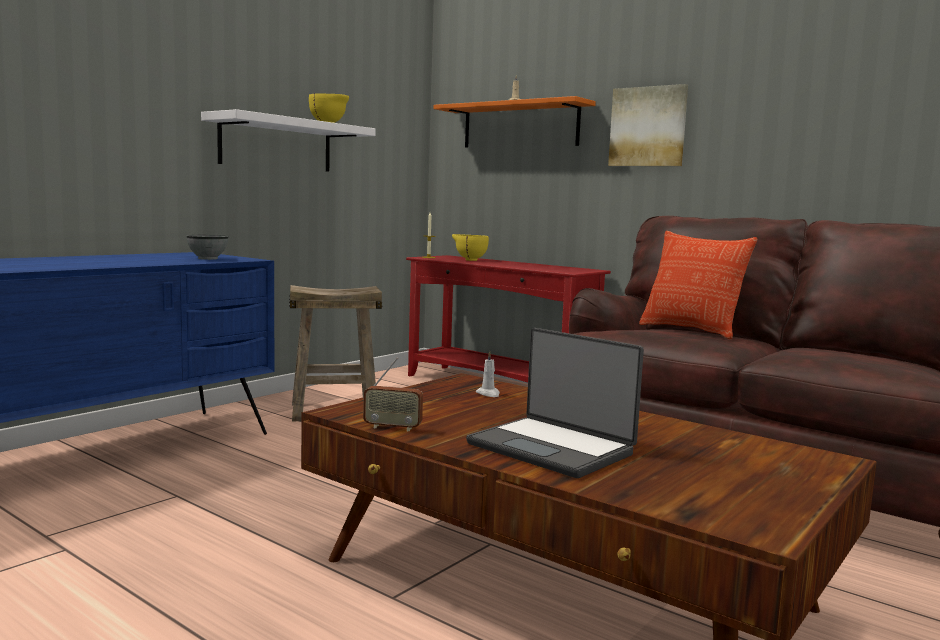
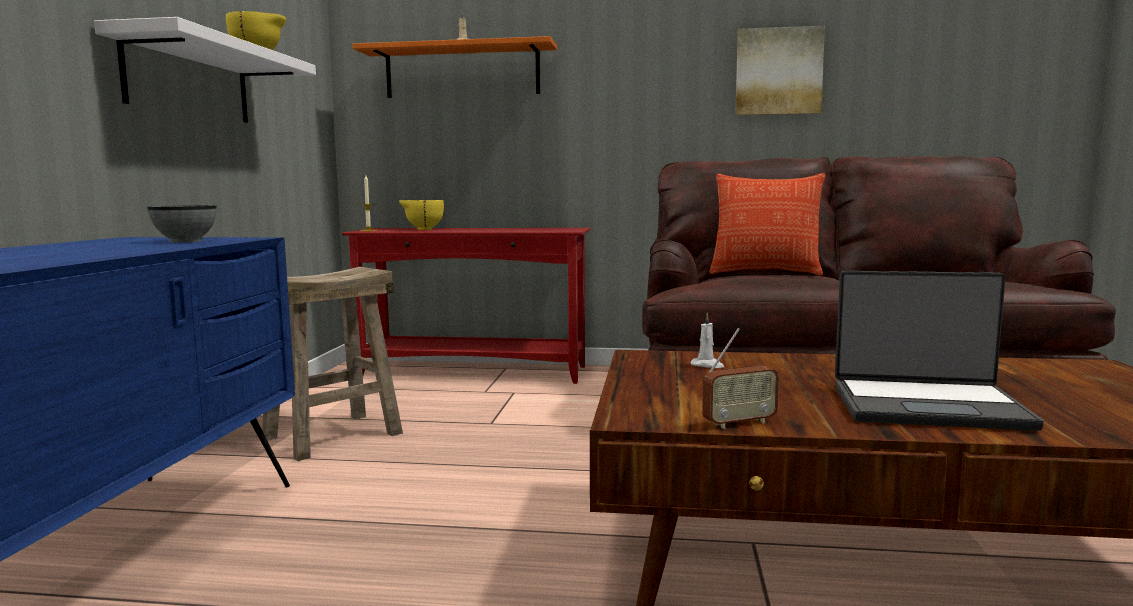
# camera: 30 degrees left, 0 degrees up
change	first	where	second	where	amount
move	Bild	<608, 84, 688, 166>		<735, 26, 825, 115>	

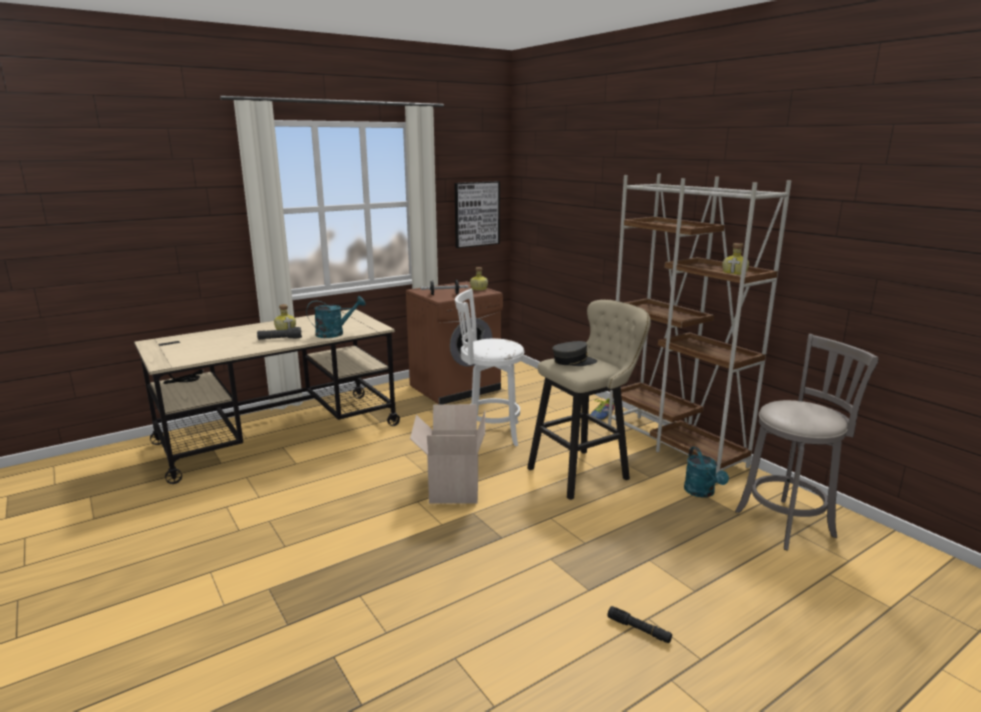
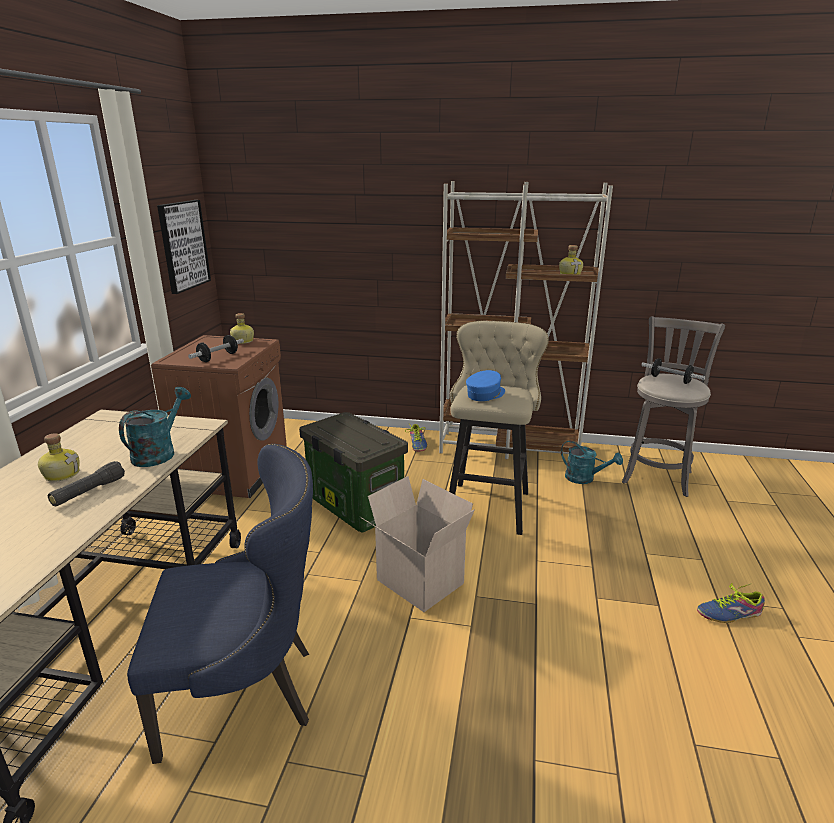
# camera: 45 degrees left, 5 degrees up
change	first	where	second	where	amount
replace	Hocker/weiß	<455, 289, 524, 446>	Aufbewahrungsbox	<299, 412, 408, 532>	
recolor	Kappe/grau	<552, 341, 597, 366>	Kappe/blau	<466, 370, 505, 401>	
replace	Taschenlampe/schwarz	<608, 606, 672, 643>	Schuh	<697, 583, 765, 623>	
insert			Stuhl/blau	<127, 444, 313, 764>	
insert			Hantel	<641, 358, 705, 384>	

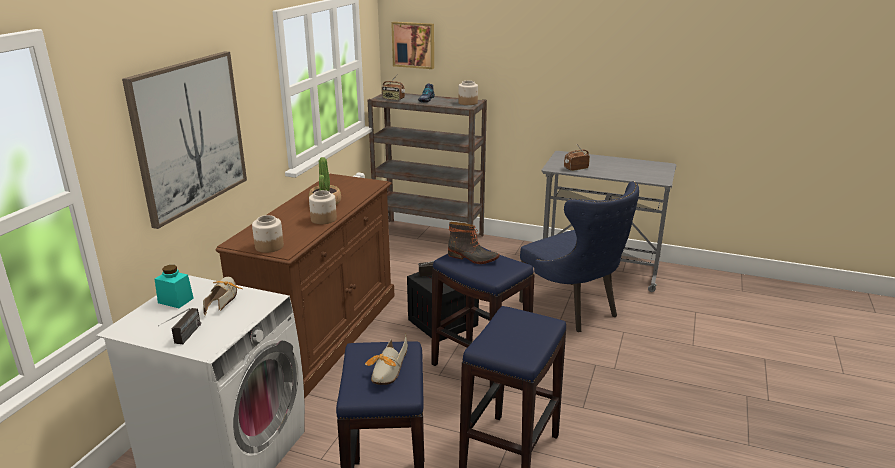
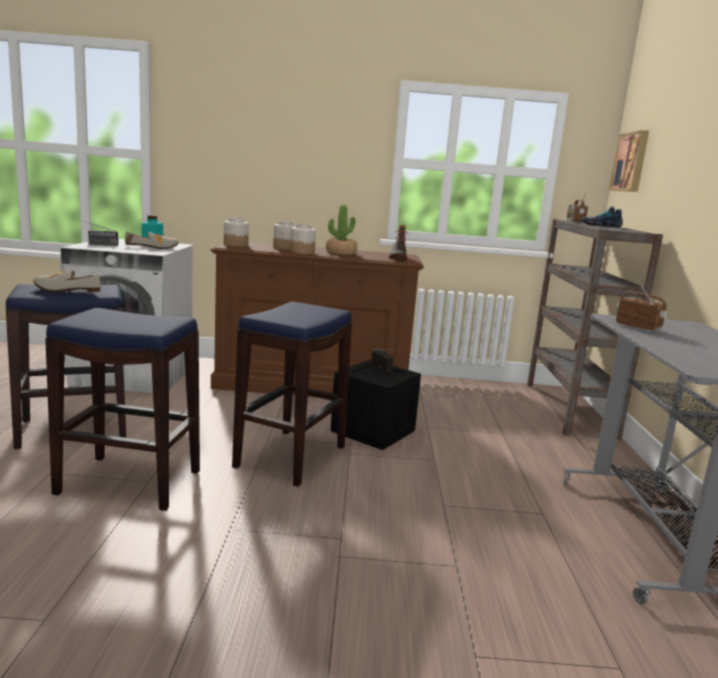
# camera: 70 degrees right, 10 degrees down
change	first	where	second	where	amount
delete	Bild	<122, 51, 247, 229>			
move	Stiefel	<448, 222, 499, 264>		<389, 225, 408, 260>	
move	Vorratsglas	<458, 81, 478, 105>		<273, 221, 296, 250>	
delete	Stuhl/blau	<519, 181, 639, 332>			

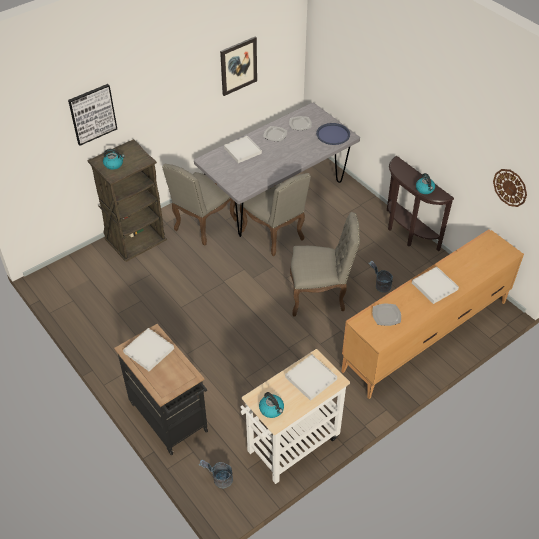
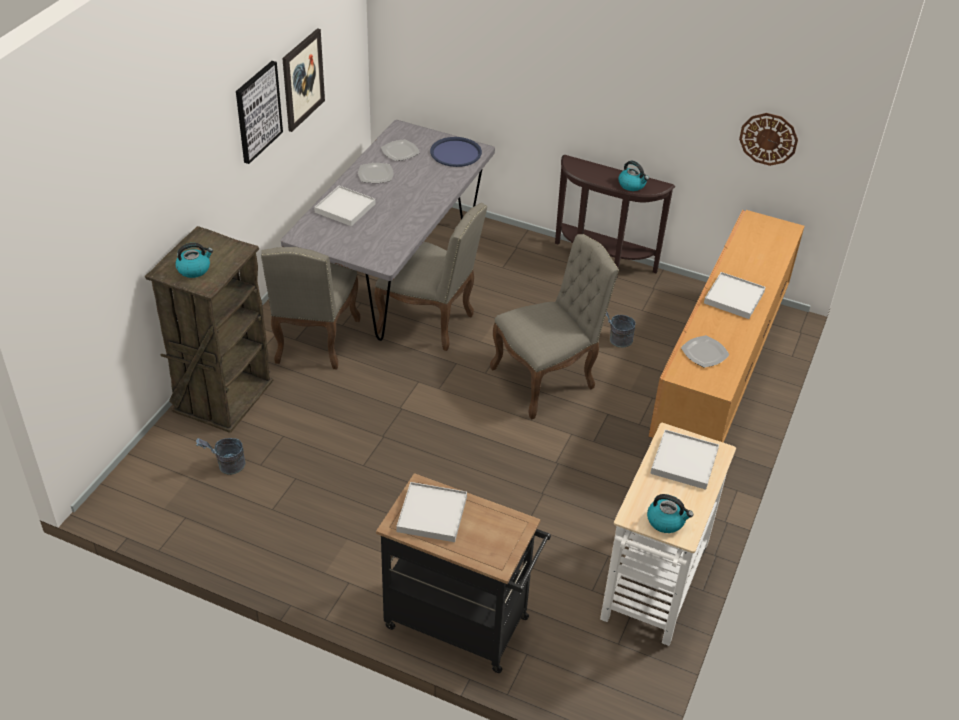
# camera: 30 degrees left, 5 degrees down
change	first	where	second	where	amount
move	Bild	<68, 84, 117, 146>		<236, 61, 283, 164>	
move	Eimer/grau	<199, 460, 233, 488>		<196, 438, 245, 475>	

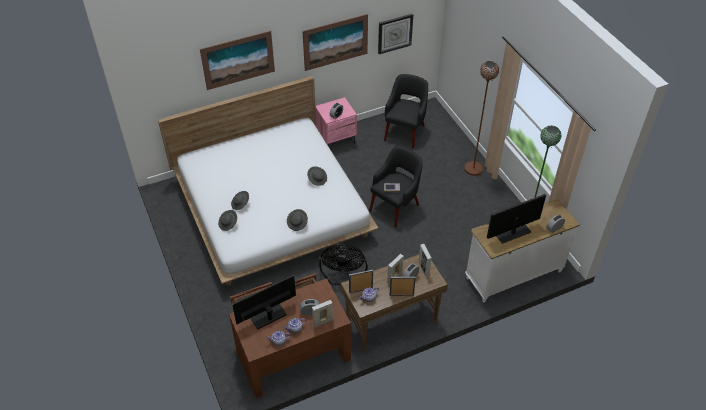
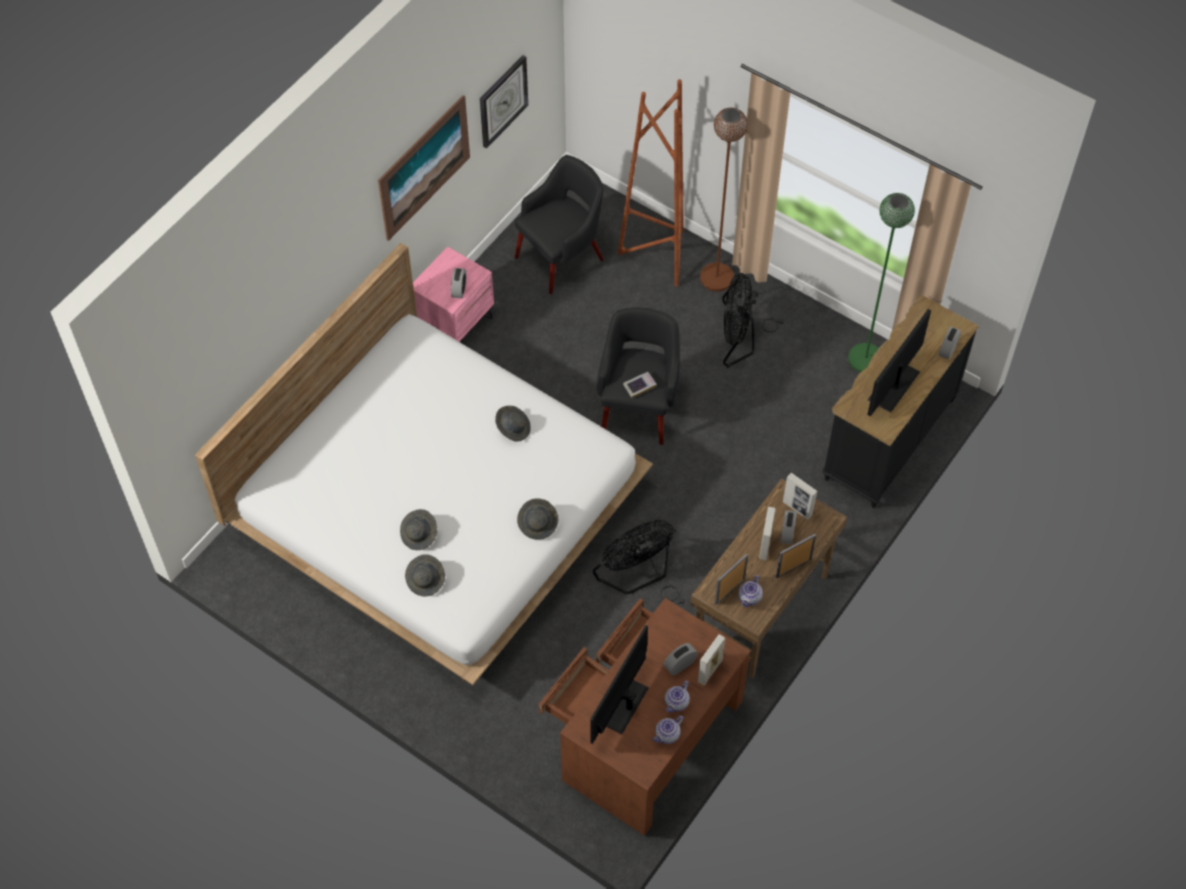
# camera: 30 degrees left, 10 degrees up
change	first	where	second	where	amount
delete	Bild	<200, 30, 275, 90>			
rotate	Sessel/schwarz	<384, 74, 428, 148>		<515, 155, 604, 294>	60 degrees clockwise
recolor	Kommode/weiß	<465, 199, 580, 303>	Kommode/schwarz	<822, 296, 979, 508>	
insert			Kleiderständer/braun	<618, 79, 684, 287>	
insert			Ventilator/schwarz	<722, 273, 785, 368>	

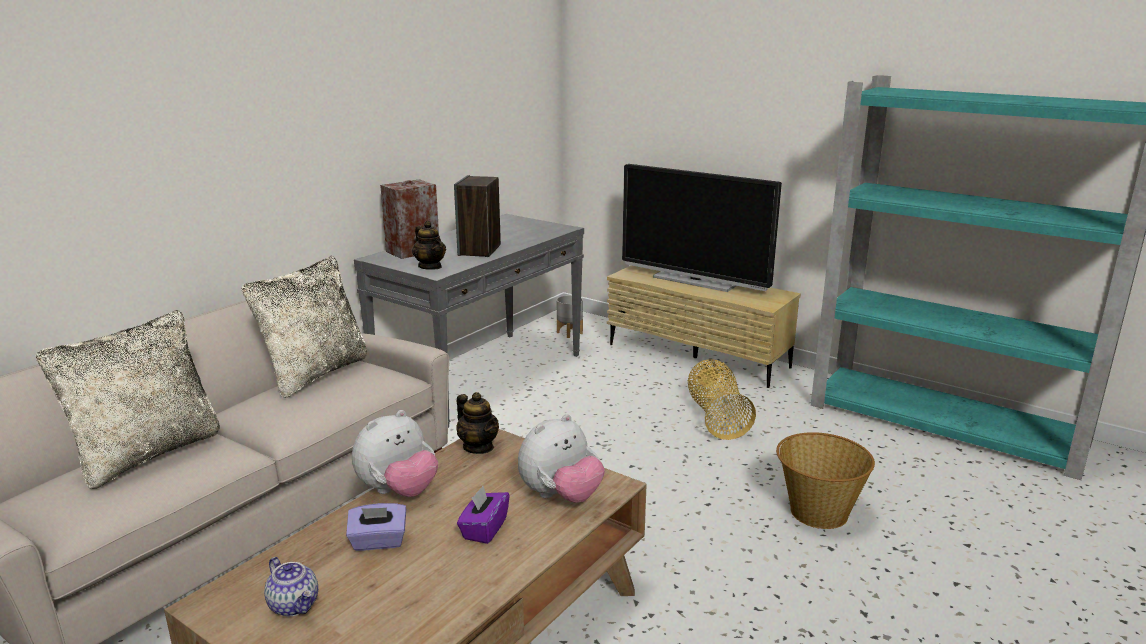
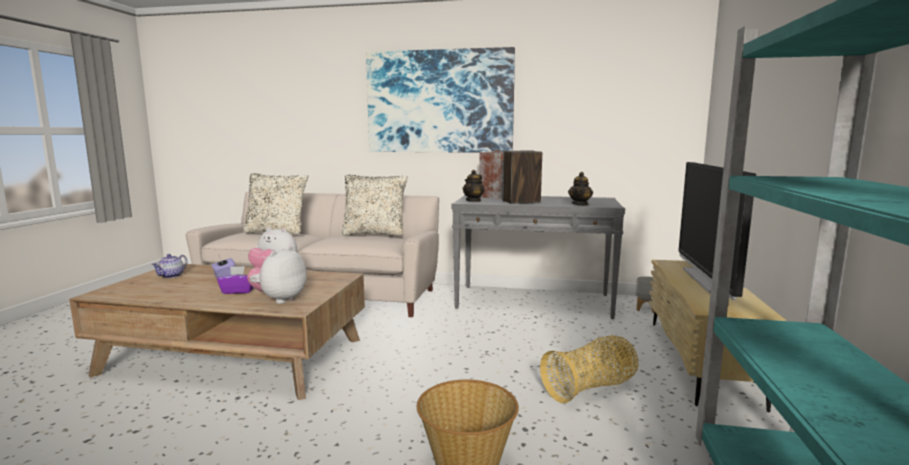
# camera: 65 degrees right, 10 degrees down
change	first	where	second	where	amount
move	Teekanne	<456, 392, 499, 454>		<568, 172, 593, 206>	
rotate	Plüschtier	<518, 414, 605, 503>		<247, 246, 307, 304>	90 degrees clockwise
insert			Bild	<366, 47, 515, 153>	

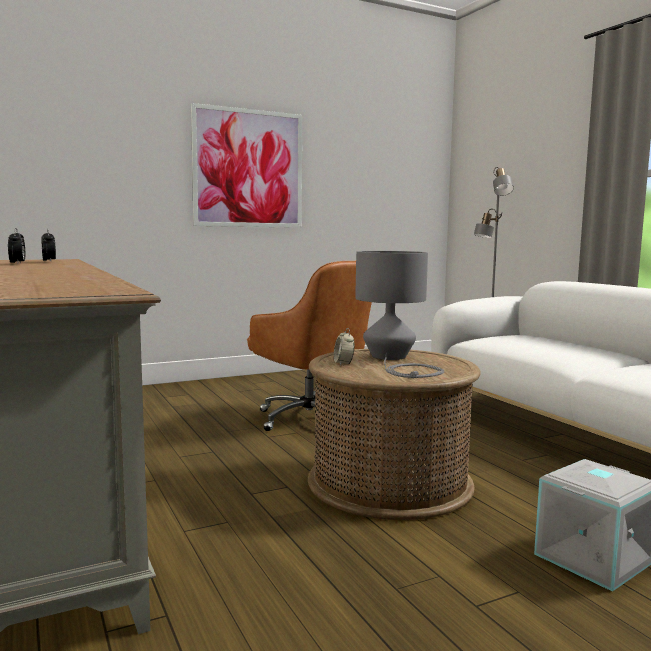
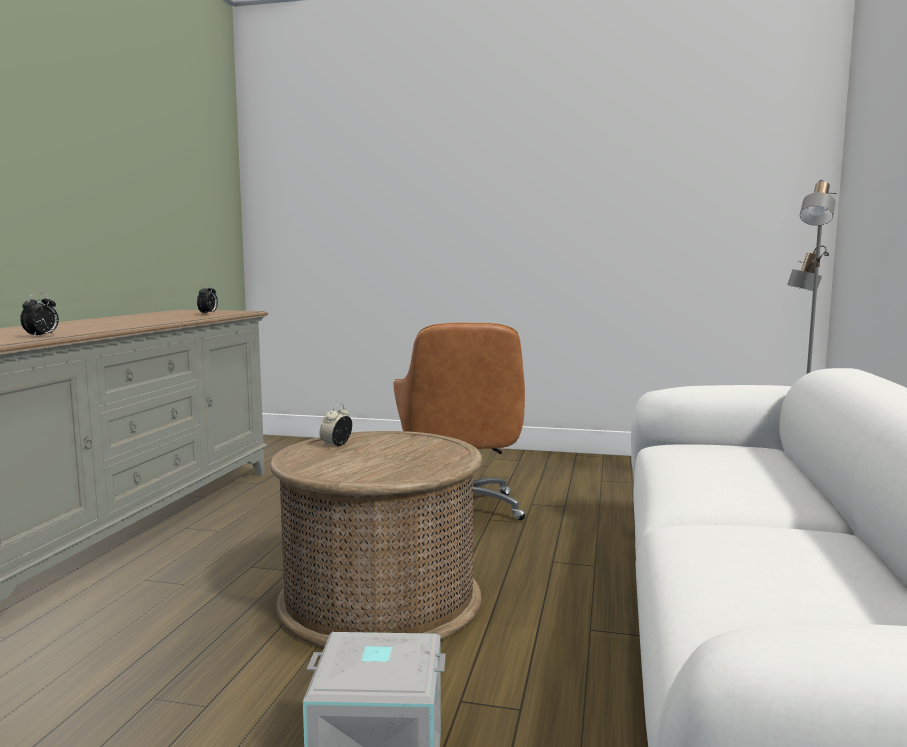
# camera: 40 degrees right, 0 degrees up
change	first	where	second	where	amount
move	Wecker	<8, 228, 25, 263>		<20, 292, 59, 338>	
delete	Bild	<191, 103, 302, 228>			
delete	Tischlampe/grau	<355, 251, 444, 378>			

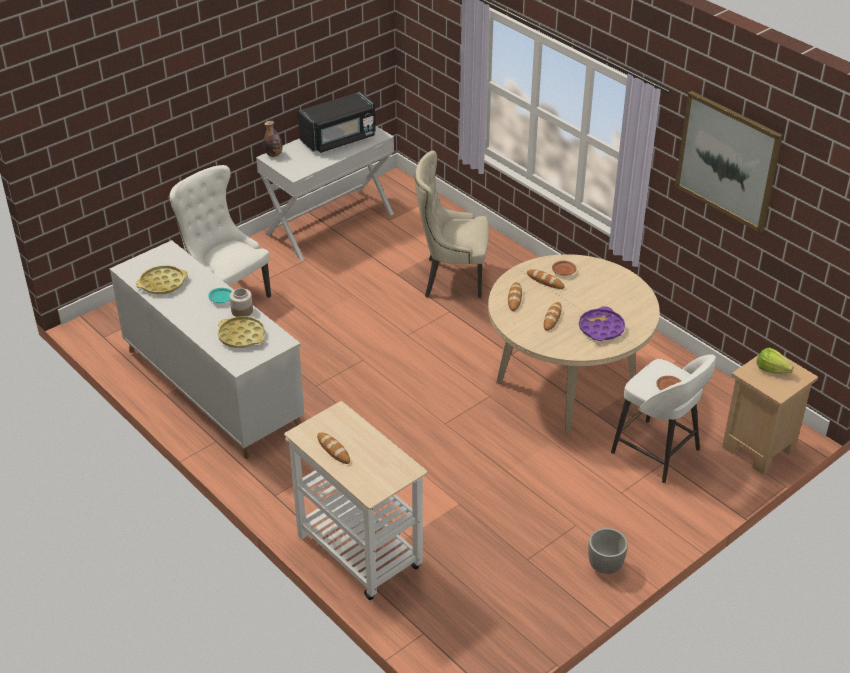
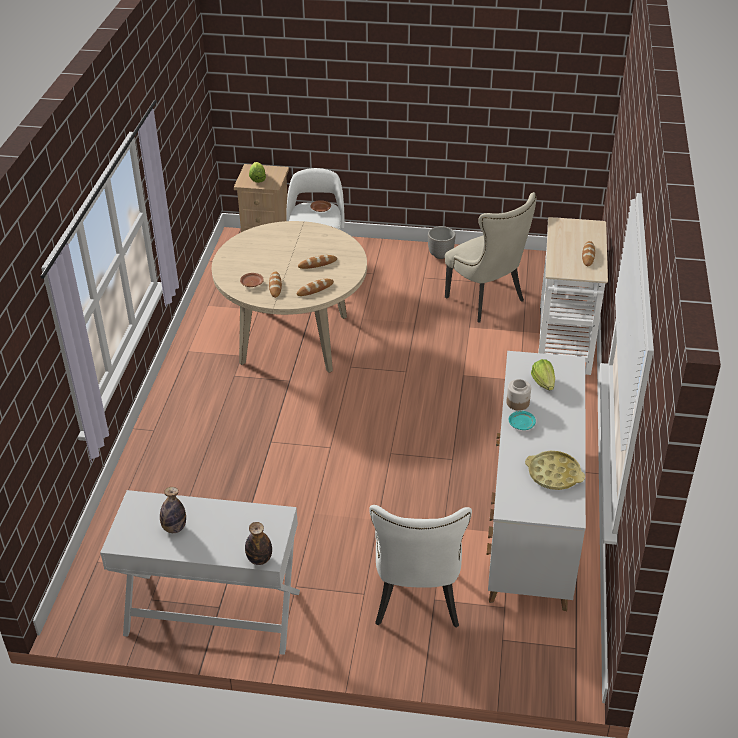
# camera: 130 degrees left, 0 degrees up
change	first	where	second	where	amount
replace	Tablett/gelb	<218, 316, 265, 348>	Salatkopf	<531, 359, 555, 390>	
replace	Mikrowelle/schwarz	<298, 91, 376, 153>	Flasche	<160, 487, 186, 533>	
move	Stuhl/beige	<415, 151, 489, 298>		<445, 192, 536, 323>	
delete	Tablett/lila	<579, 306, 625, 341>			
delete	Bild	<675, 91, 783, 233>			

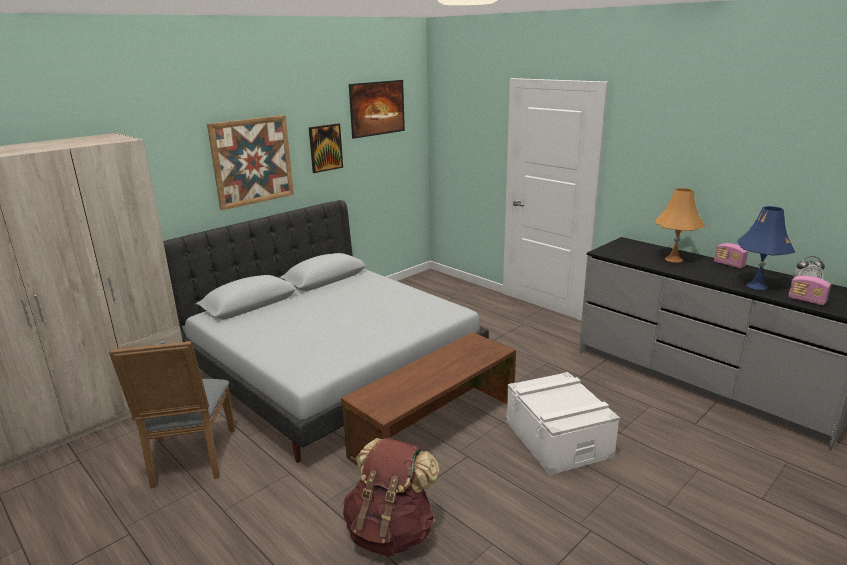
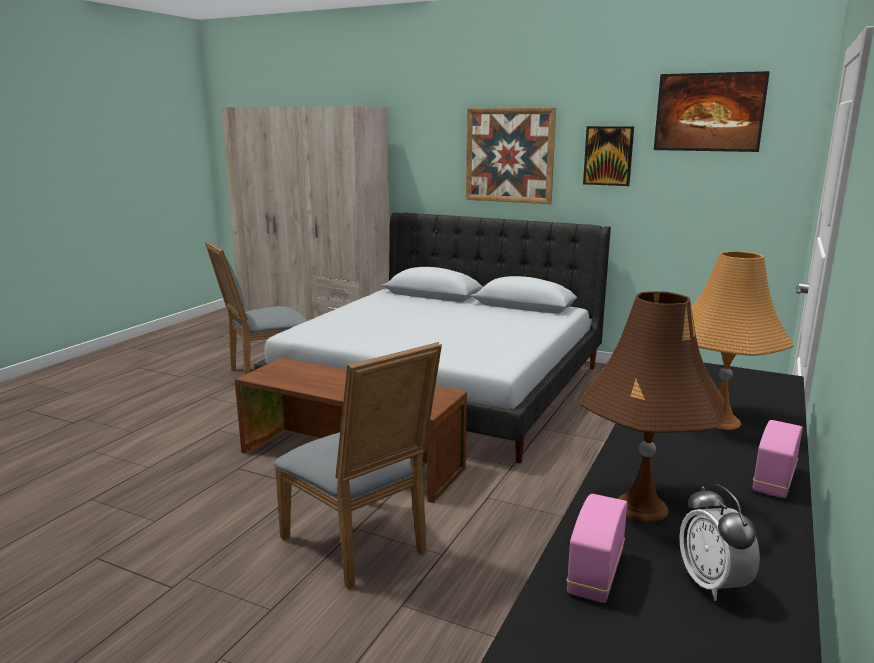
# camera: 70 degrees right, 5 degrees down
change	first	where	second	where	amount
delete	Rucksack/braun	<343, 438, 440, 556>			
replace	Aufbewahrungsbox/weiß	<506, 372, 620, 476>	Stuhl/grau	<273, 342, 442, 590>	
recolor	Tischlampe/blau	<737, 206, 795, 290>	Tischlampe/braun	<580, 291, 725, 522>	

